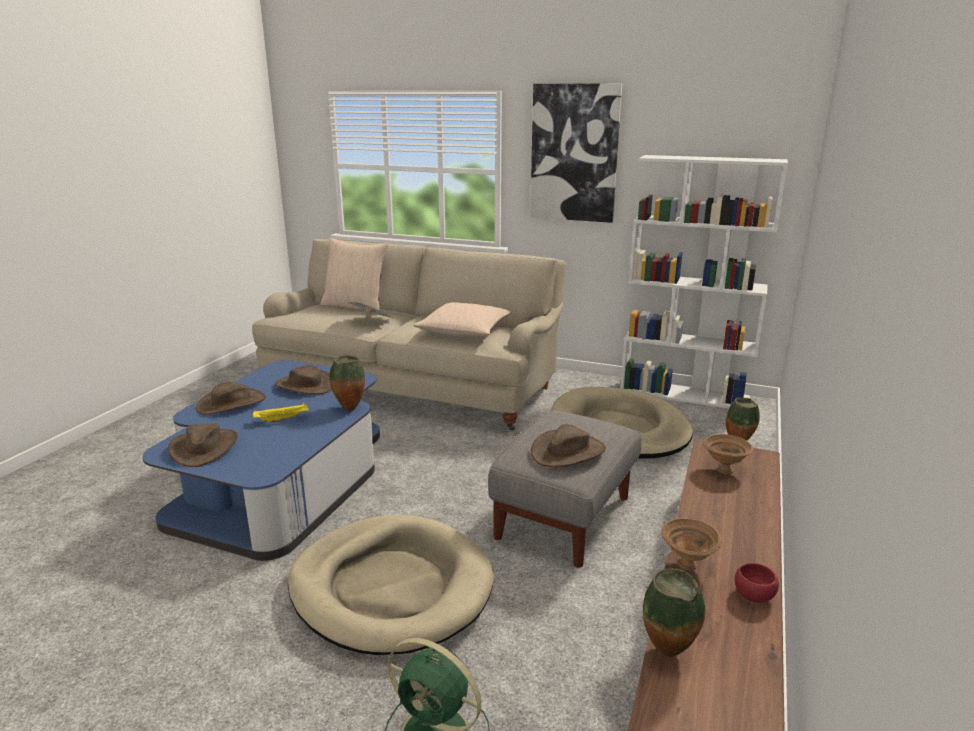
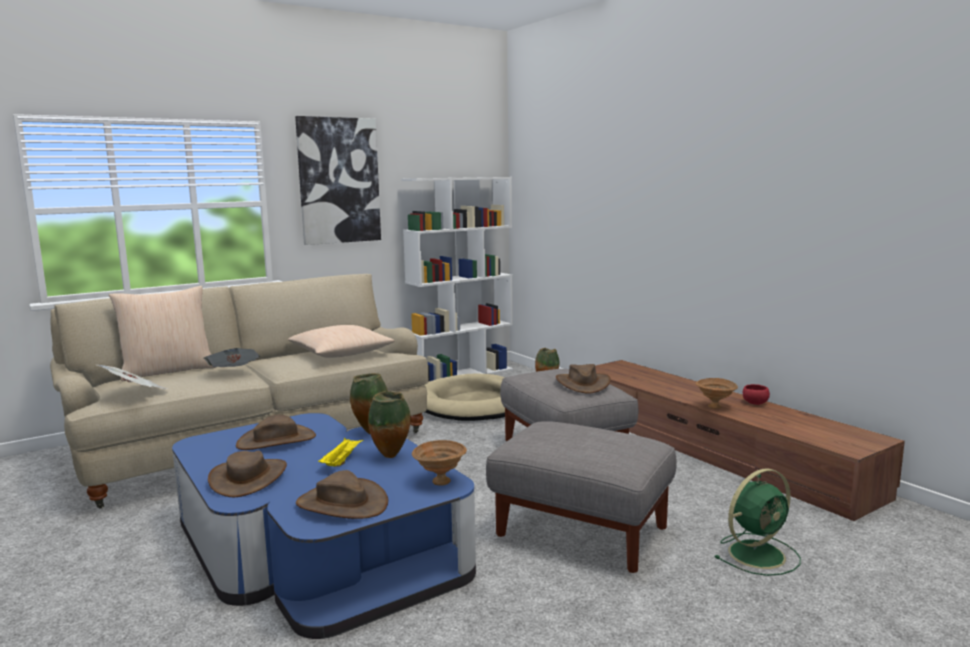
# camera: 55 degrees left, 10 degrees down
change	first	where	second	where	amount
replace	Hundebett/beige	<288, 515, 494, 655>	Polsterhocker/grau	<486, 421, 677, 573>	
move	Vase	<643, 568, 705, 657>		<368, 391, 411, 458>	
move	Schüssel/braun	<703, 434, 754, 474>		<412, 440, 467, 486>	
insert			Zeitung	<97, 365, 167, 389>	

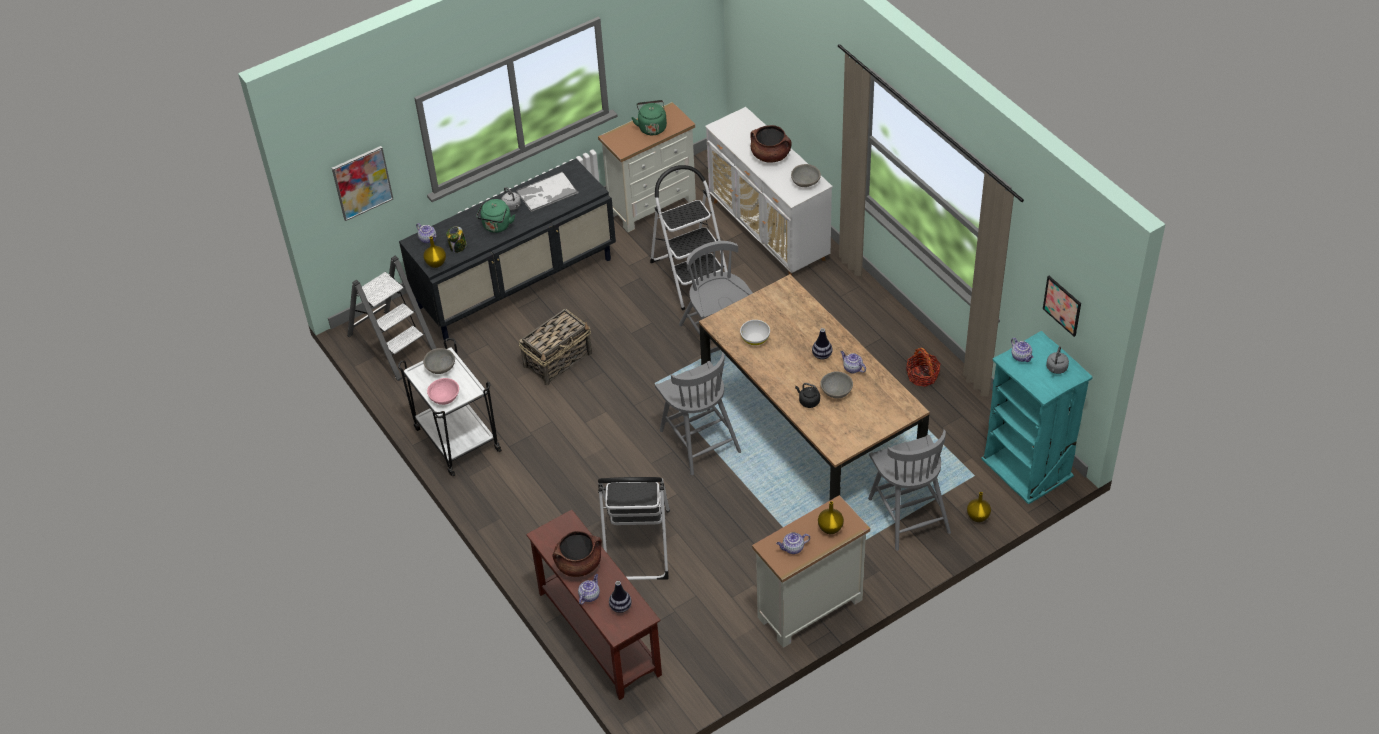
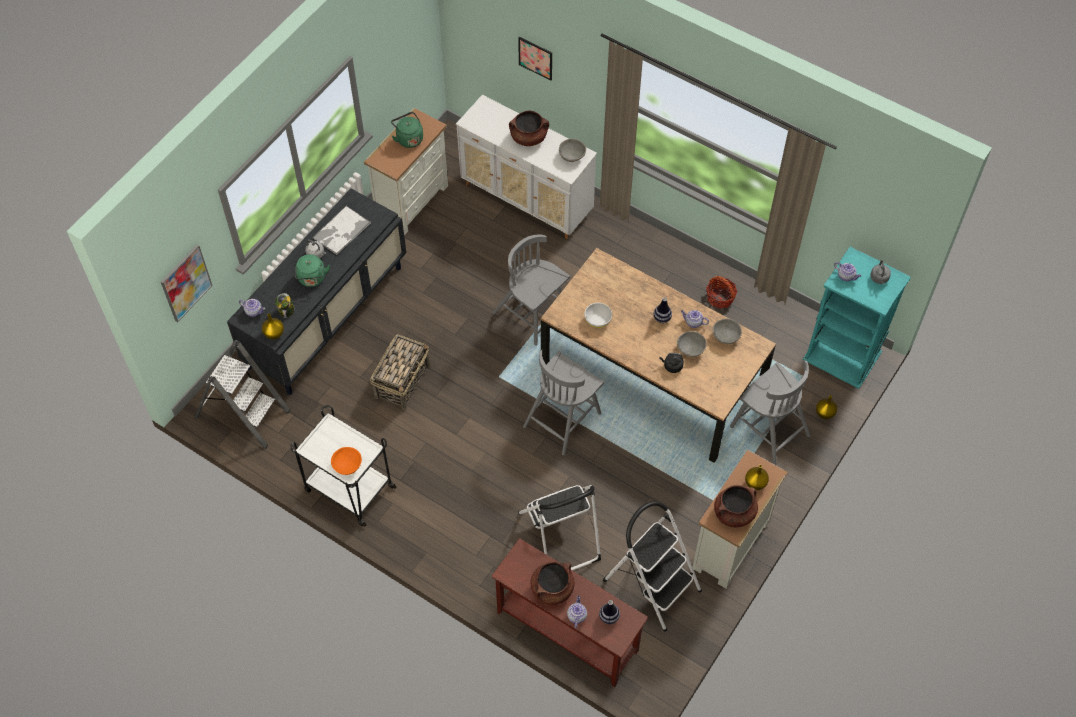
# camera: 25 degrees left, 10 degrees up
change	first	where	second	where	amount
move	Schüssel/grau	<423, 348, 455, 374>		<713, 319, 742, 344>	
recolor	Schüssel/rosa	<427, 378, 459, 405>	Schüssel/orange	<331, 447, 362, 475>	
move	Trittleiter	<650, 165, 728, 310>		<603, 501, 702, 631>	
rotate	Stuhl/grau	<655, 352, 741, 475>		<523, 350, 604, 455>	90 degrees clockwise
replace	Teekanne	<776, 532, 810, 554>	Kochtopf/braun	<714, 485, 758, 527>	
move	Bild	<1043, 276, 1081, 337>		<518, 36, 552, 81>	

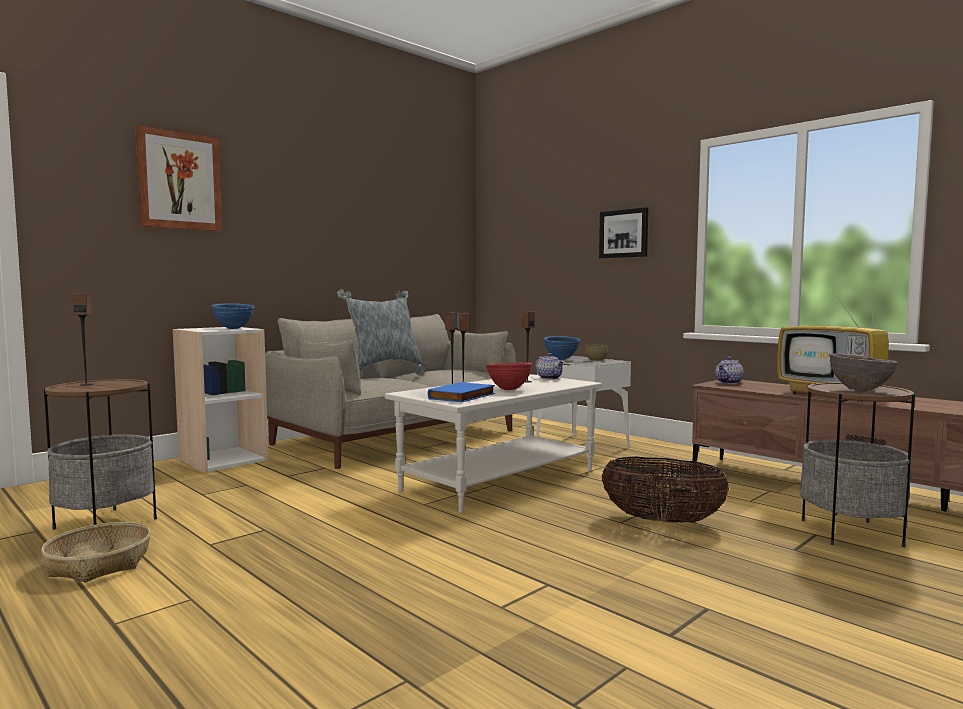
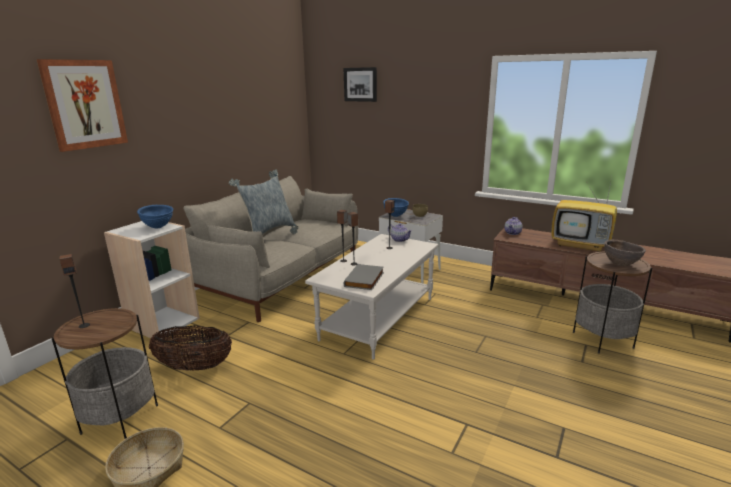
# camera: 15 degrees left, 15 degrees up
change	first	where	second	where	amount
recolor	Buch/blau	<428, 382, 495, 402>	Buch/grau	<344, 264, 384, 290>	
delete	Schüssel/rot	<486, 362, 532, 390>			
move	Bild	<599, 207, 648, 259>		<343, 67, 377, 102>	
move	Korb	<602, 457, 729, 523>		<149, 325, 232, 371>	

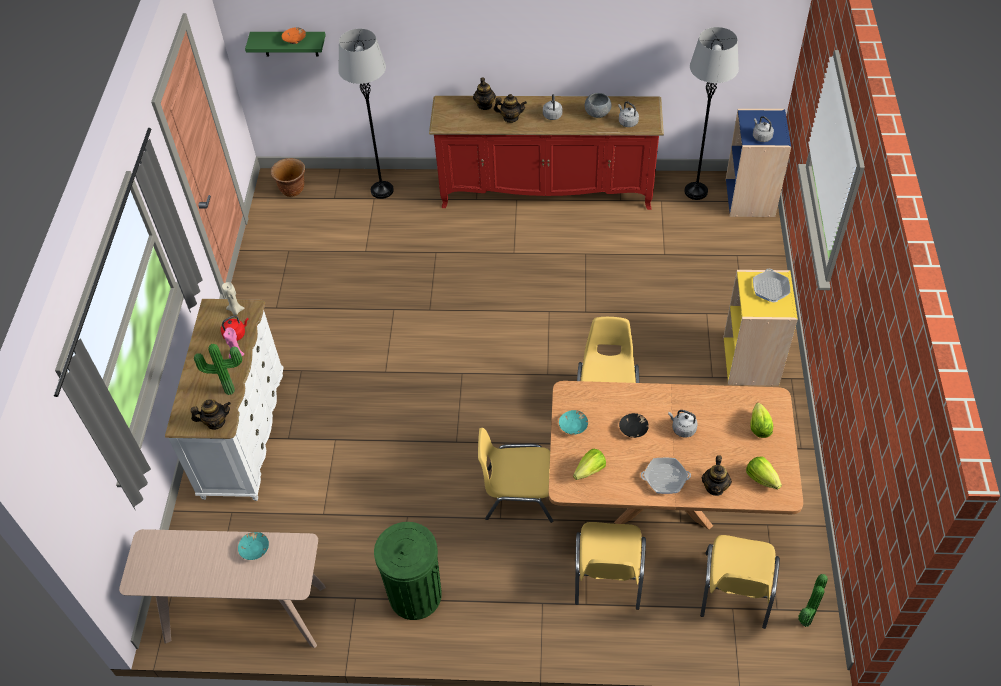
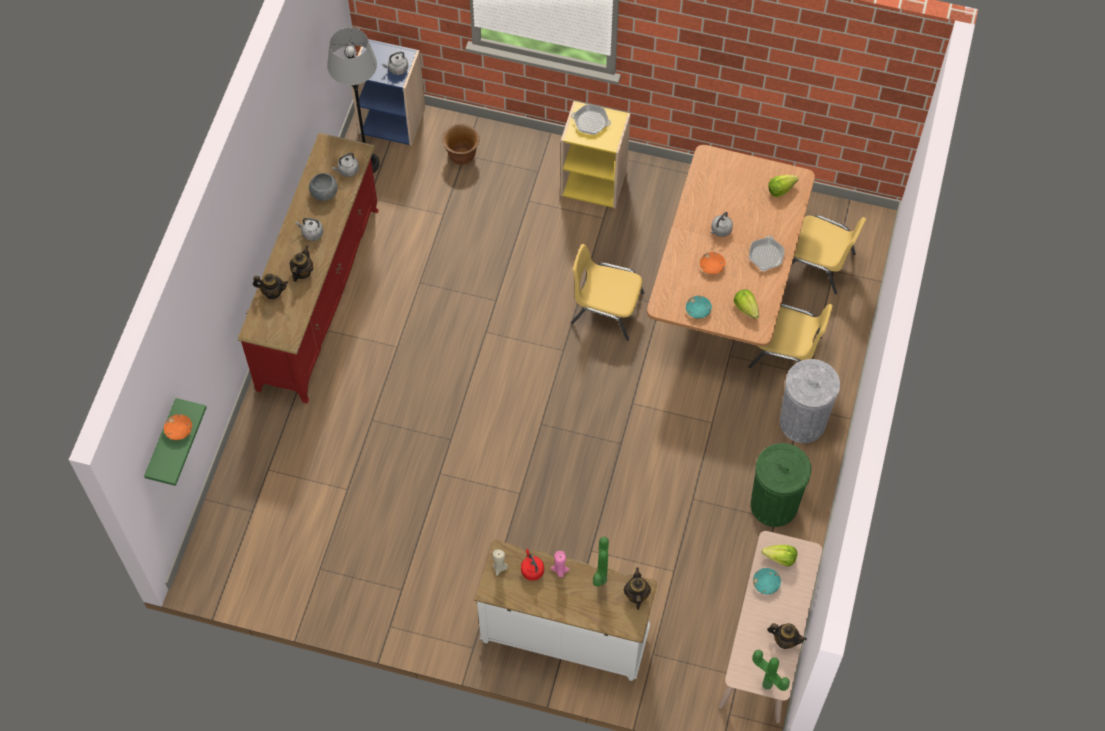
# camera: 80 degrees left, 10 degrees up
change	first	where	second	where	amount
move	Pflanzkübel/braun	<271, 158, 305, 197>		<442, 123, 480, 165>	
delete	Stehlampe/grau	<338, 29, 394, 199>			
delete	Stuhl/gelb	<478, 428, 553, 523>			
recolor	Schüssel/schwarz	<619, 413, 649, 438>	Schüssel/orange	<700, 252, 726, 274>	
move	Teekanne	<702, 455, 732, 496>		<767, 623, 807, 649>	
move	Salatkopf	<750, 403, 773, 438>		<762, 545, 797, 566>	
move	Topfpflanze	<798, 574, 828, 627>		<752, 650, 790, 691>	
insert			Mülleimer/grau	<780, 359, 840, 443>	

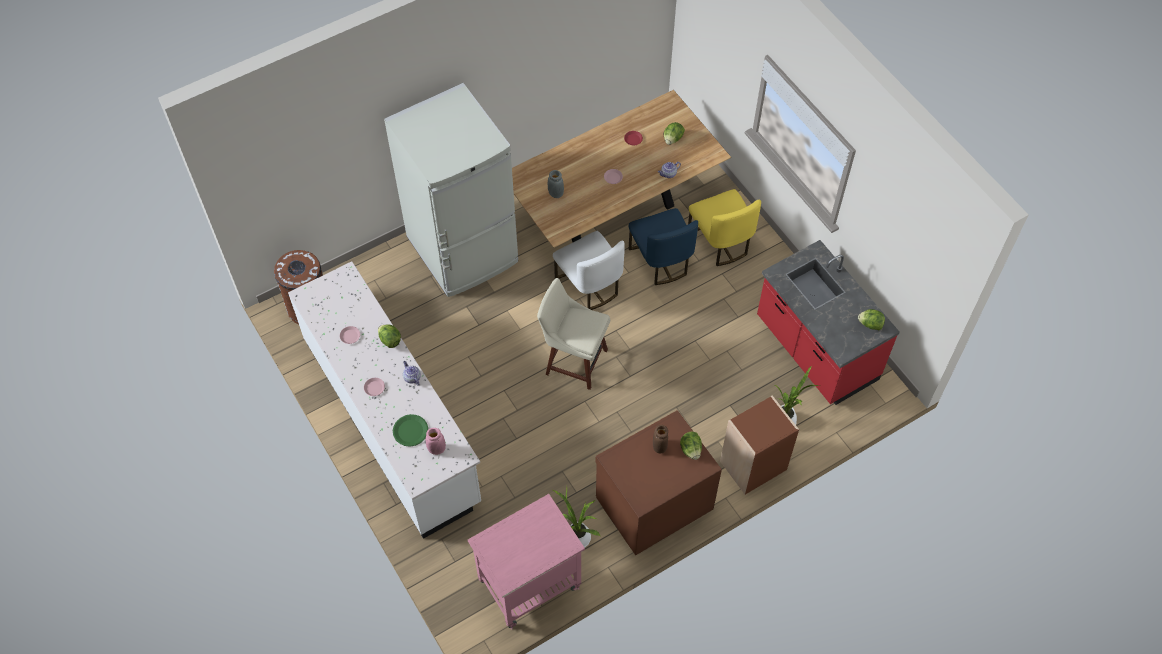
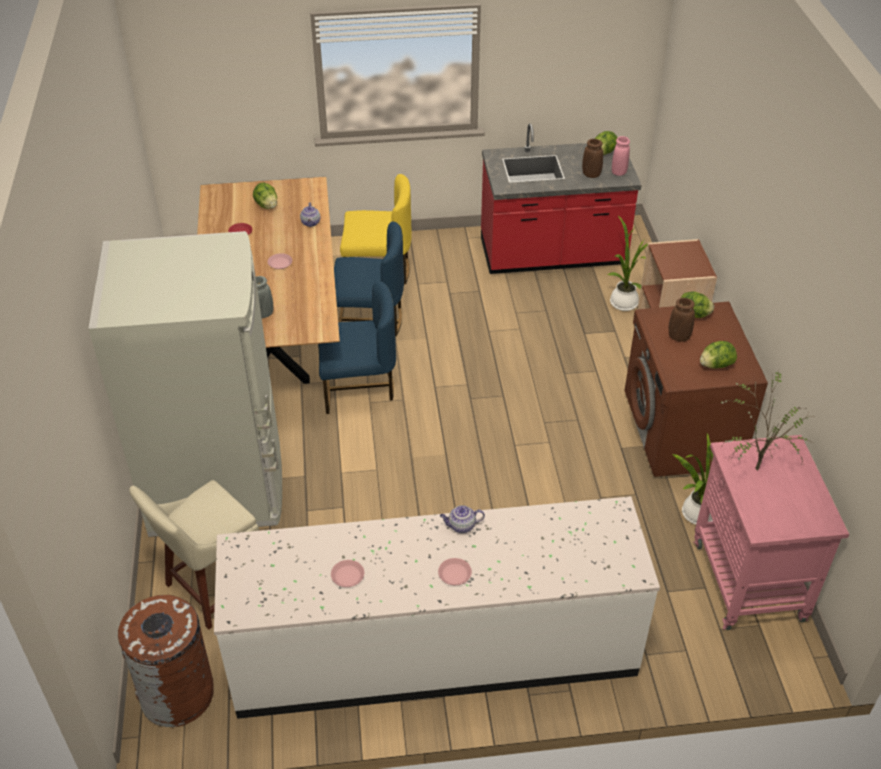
# camera: 65 degrees left, 15 degrees down
change	first	where	second	where	amount
move	Salatkopf	<378, 324, 401, 348>		<700, 341, 737, 368>	
delete	Teller/grün	<393, 414, 428, 447>			
move	Vase/rosa	<426, 428, 446, 455>		<612, 136, 630, 176>	
move	Hocker/beige	<537, 278, 610, 390>		<129, 480, 259, 630>	
recolor	Stuhl/weiß	<553, 231, 625, 310>	Stuhl/blau	<318, 281, 396, 414>	
insert			Vase/braun	<582, 139, 603, 178>	
insert			Topfpflanze	<717, 369, 815, 471>	

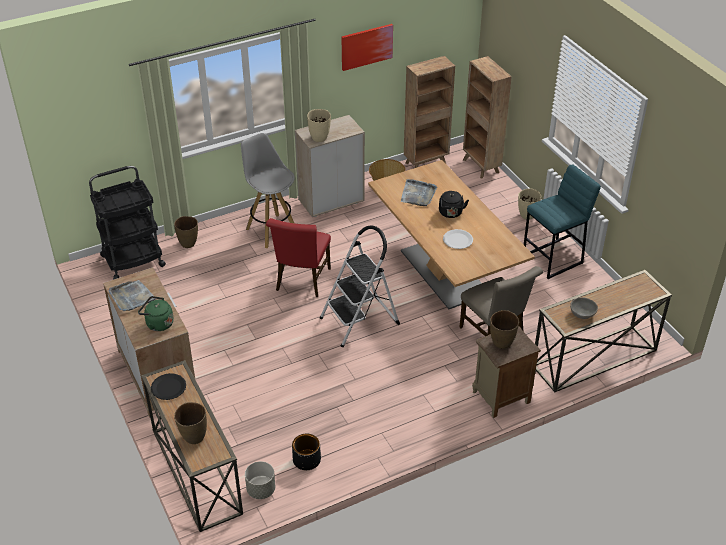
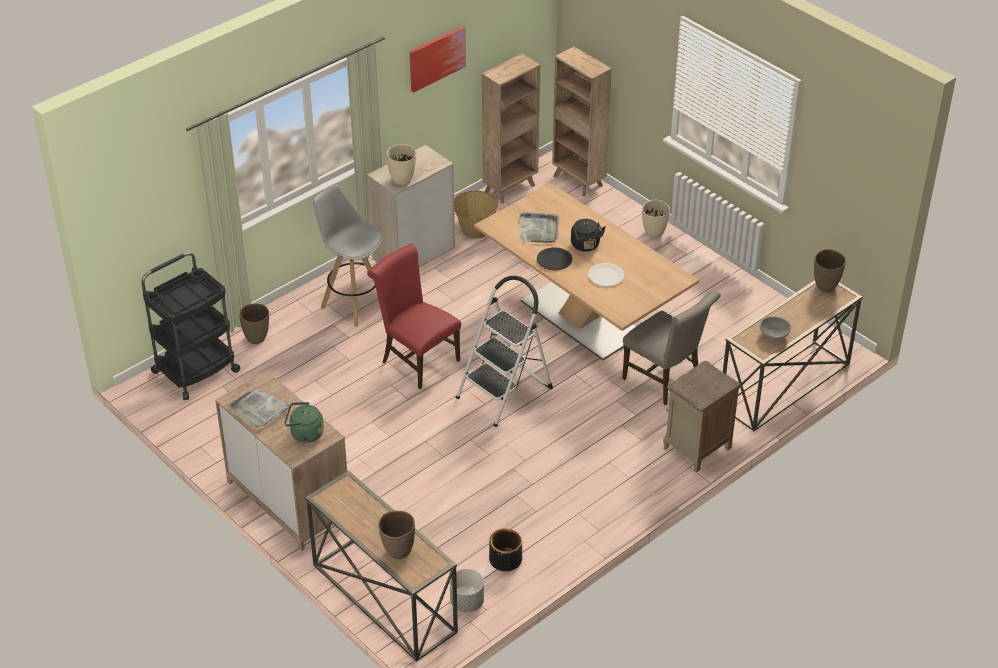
# camera: 15 degrees left, 0 degrees up
change	first	where	second	where	amount
move	Teller/schwarz	<151, 373, 186, 400>		<537, 247, 573, 270>	
rotate	Stuhl/rot	<266, 218, 331, 297>		<367, 243, 461, 389>	135 degrees clockwise
move	Vase/braun	<490, 310, 519, 349>		<814, 249, 846, 292>	
delete	Hocker/türkis	<524, 164, 601, 279>			

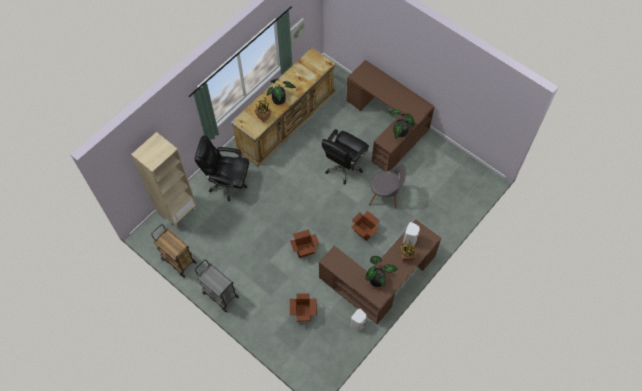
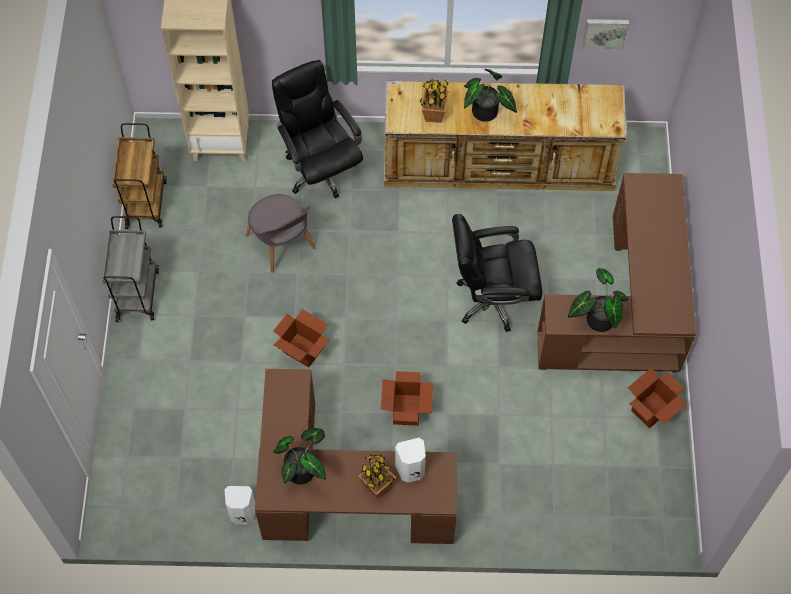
# camera: 50 degrees right, 0 degrees up
change	first	where	second	where	amount
move	Karton	<290, 293, 317, 321>		<628, 368, 687, 429>	
move	Stuhl/grau	<369, 165, 406, 208>		<246, 194, 316, 273>	

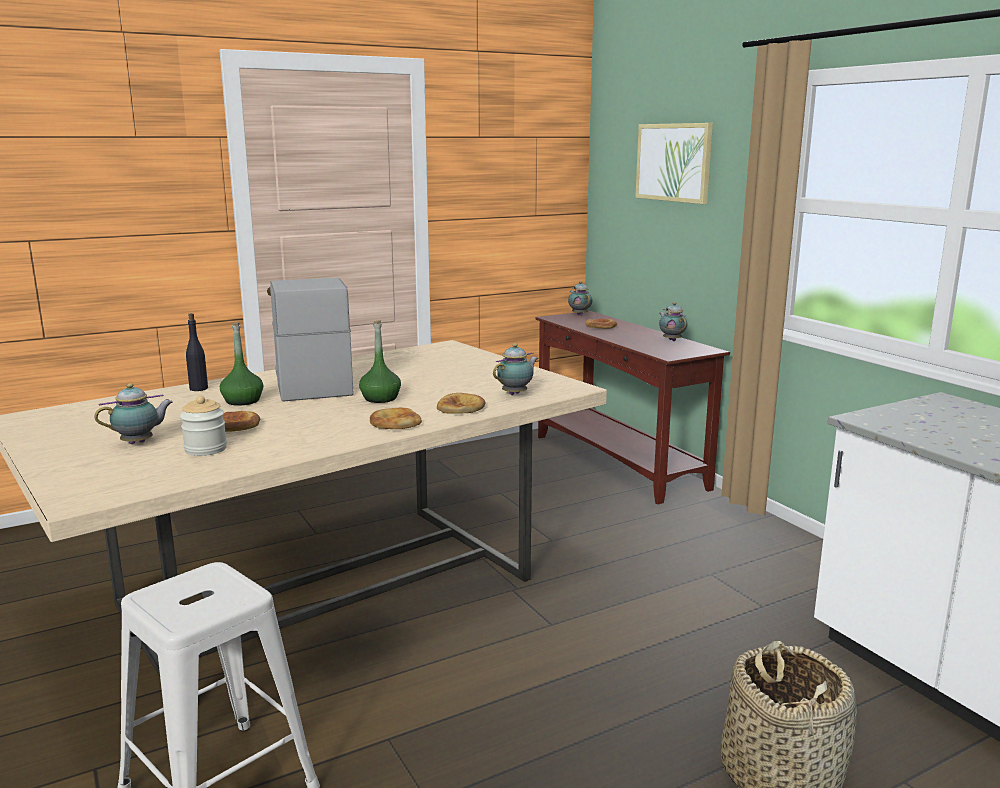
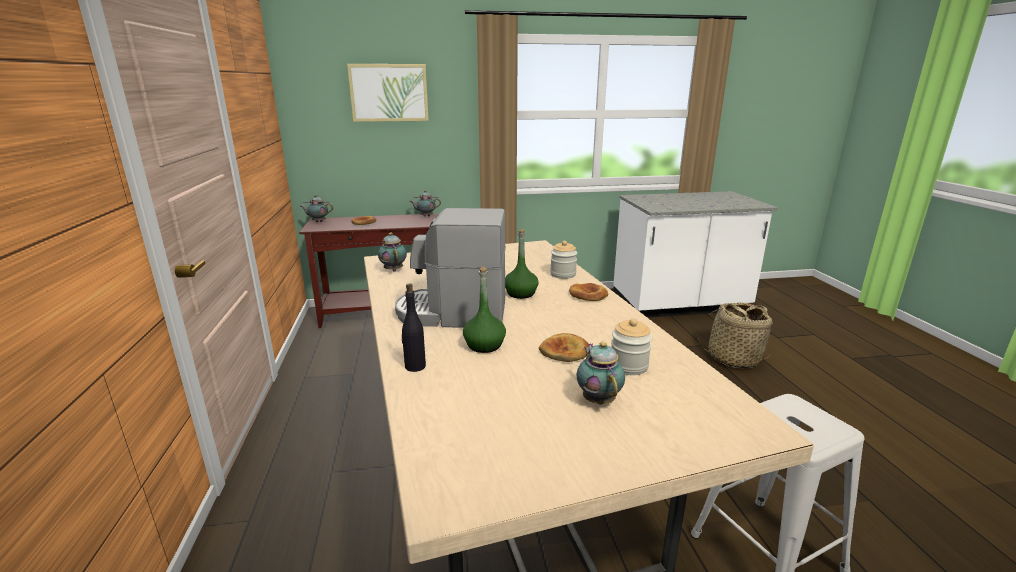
# camera: 70 degrees left, 5 degrees up
change	first	where	second	where	amount
replace	Brot	<437, 393, 485, 414>	Vorratsglas	<550, 241, 577, 279>	
move	Teekanne	<493, 343, 538, 395>		<378, 232, 407, 272>	

